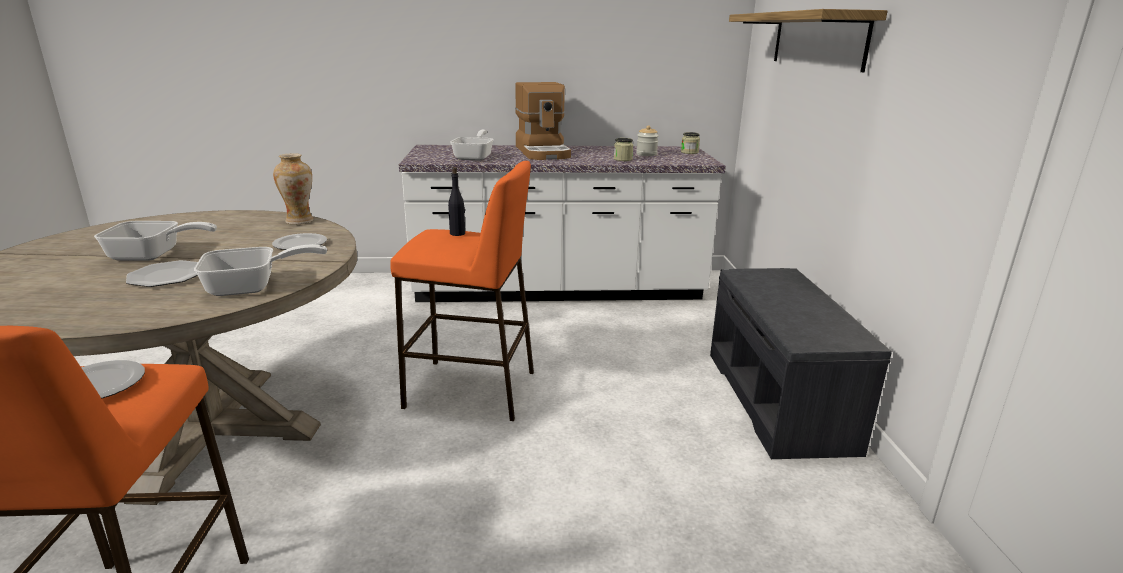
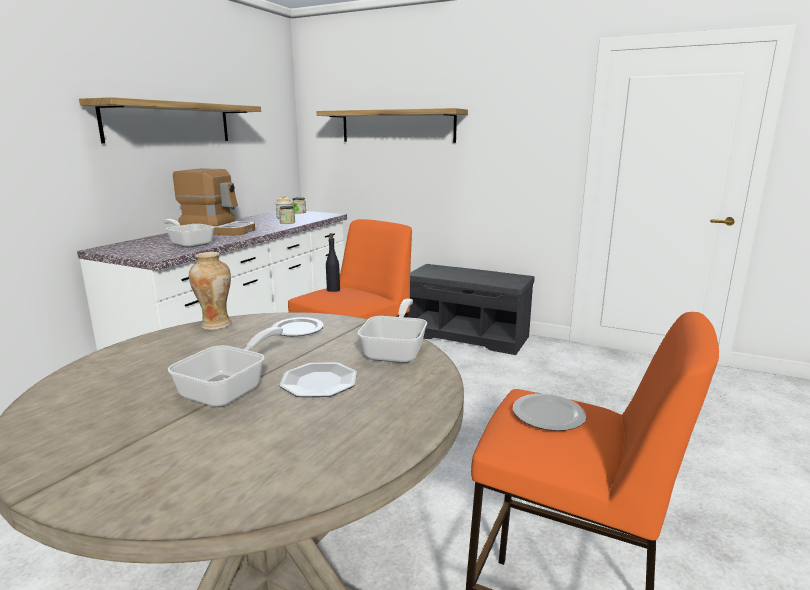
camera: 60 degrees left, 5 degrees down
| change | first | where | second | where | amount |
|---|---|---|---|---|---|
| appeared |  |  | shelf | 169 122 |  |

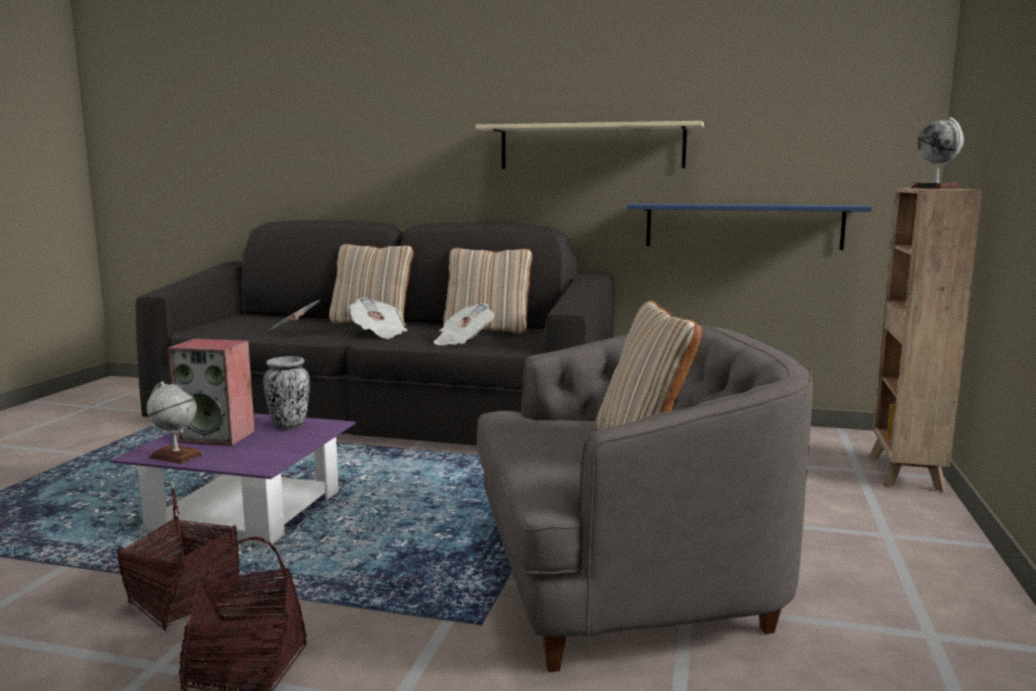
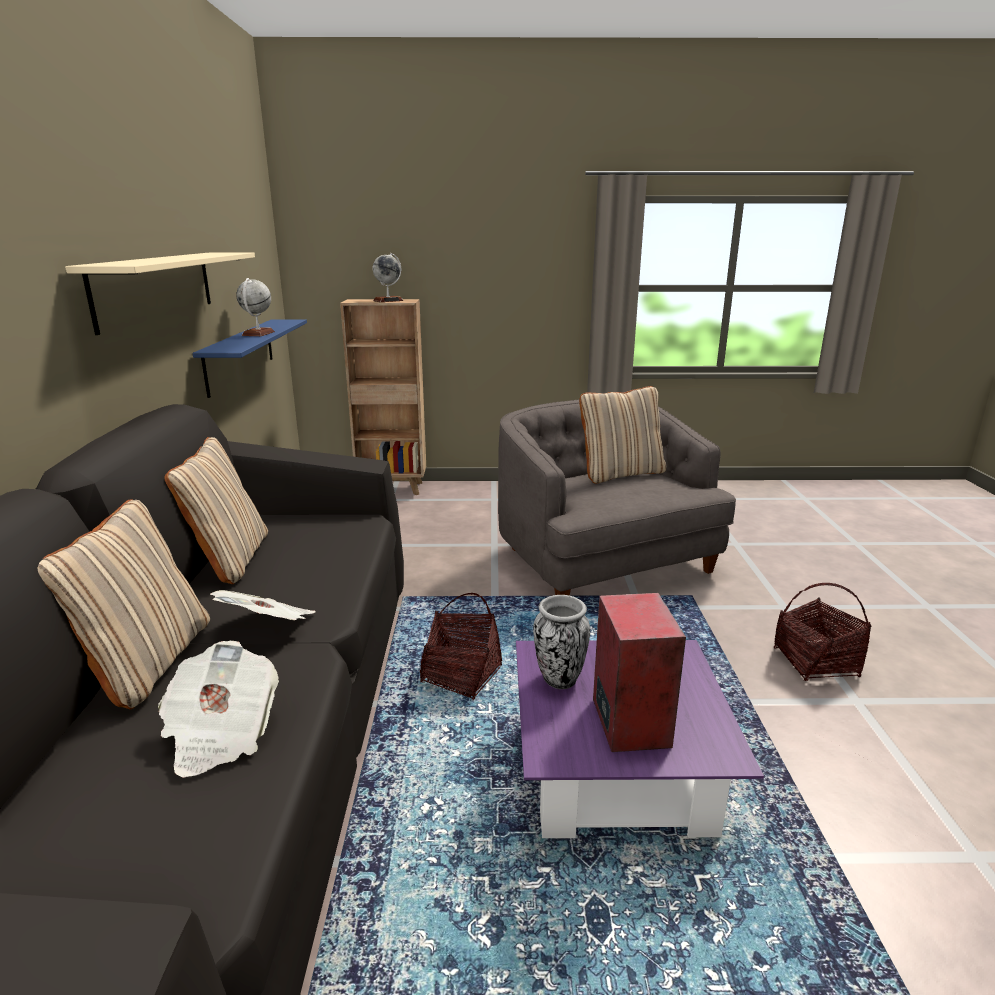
camera: 105 degrees left, 10 degrees up
| change | first | where | second | where | amount |
|---|---|---|---|---|---|
| relocated | basket | 184 601 |  | 461 675 |  |
| relocated | globe | 176 456 |  | 258 333 |  |
| missing | newspaper | 463 341 |  |  |  |

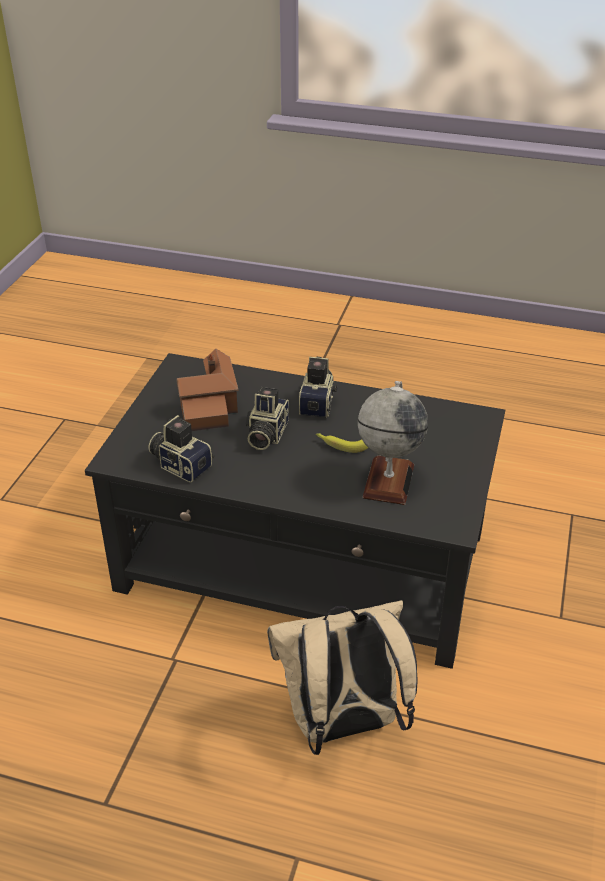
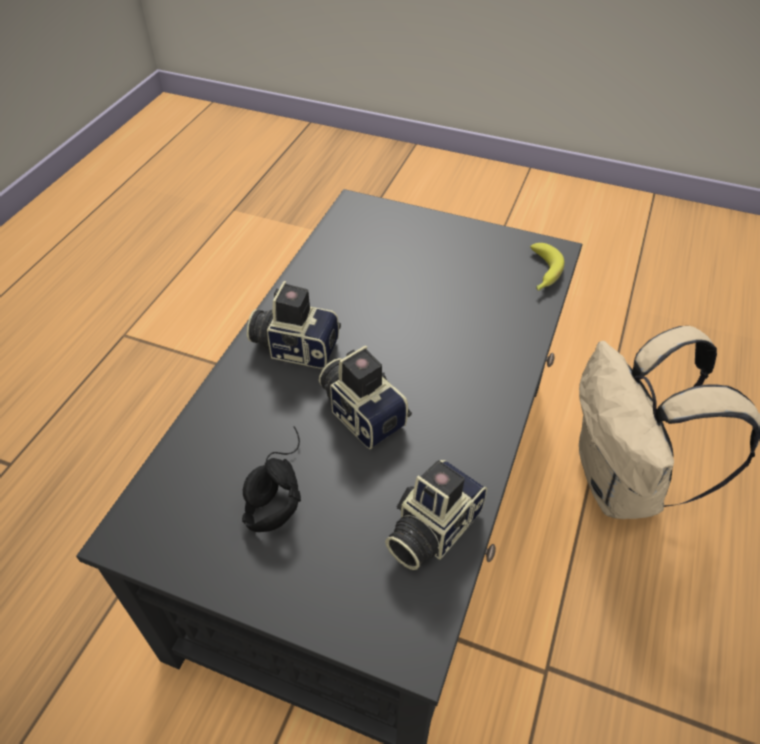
camera: 85 degrees left, 10 degrees up
| change | first | where | second | where | amount |
|---|---|---|---|---|---|
| exchanged | toy house | 209 406 | black headphones | 273 485 |  |
| spun | photo camera | 265 434 |  | 363 412 | 150 degrees counterclockwise |
| relocated | banana | 343 443 |  | 542 274 |  |
| missing | globe | 388 481 |  |  |  |

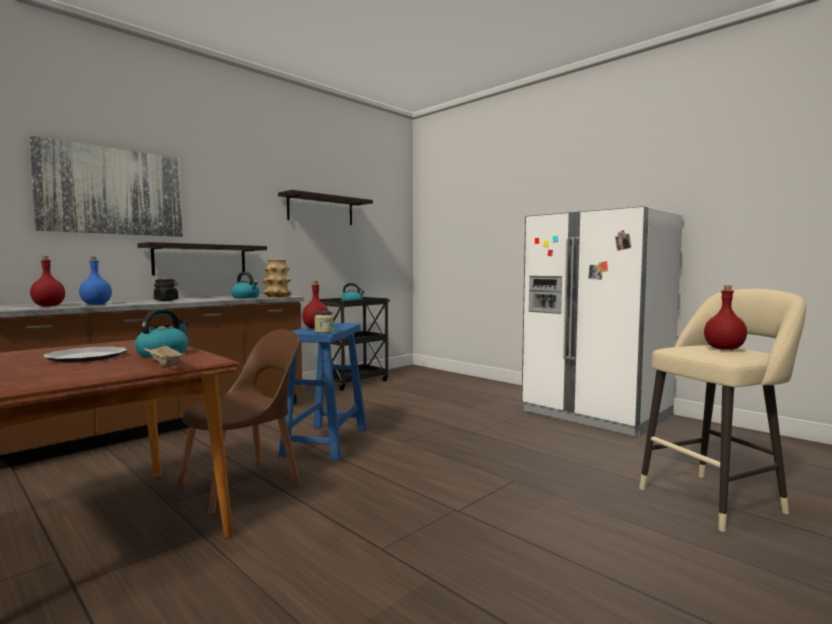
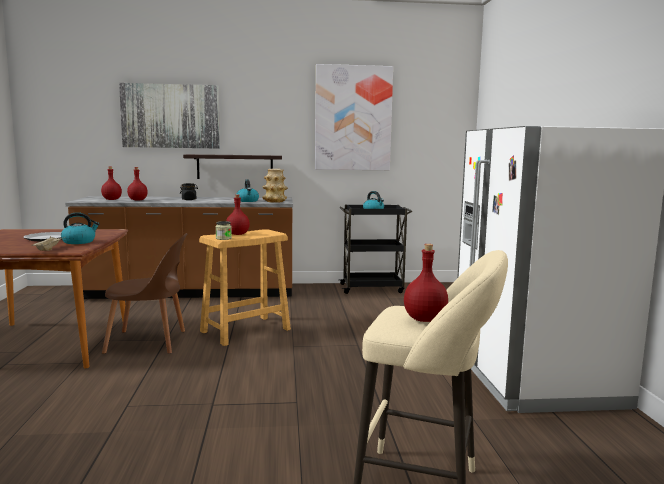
camera: 40 degrees right, 5 degrees up
| change | first | where | second | where | amount |
|---|---|---|---|---|---|
| colour | blue bottle | 96 304 | red bottle | 137 200 |  |
| exchanged | shelf | 320 210 | picture | 353 118 |  |
| colour | blue stool | 326 442 | beige stool | 246 330 |  |

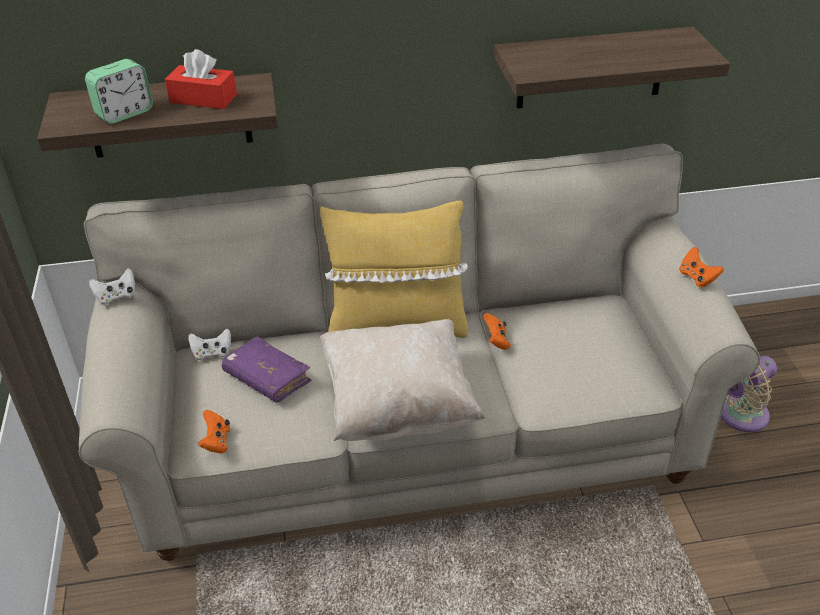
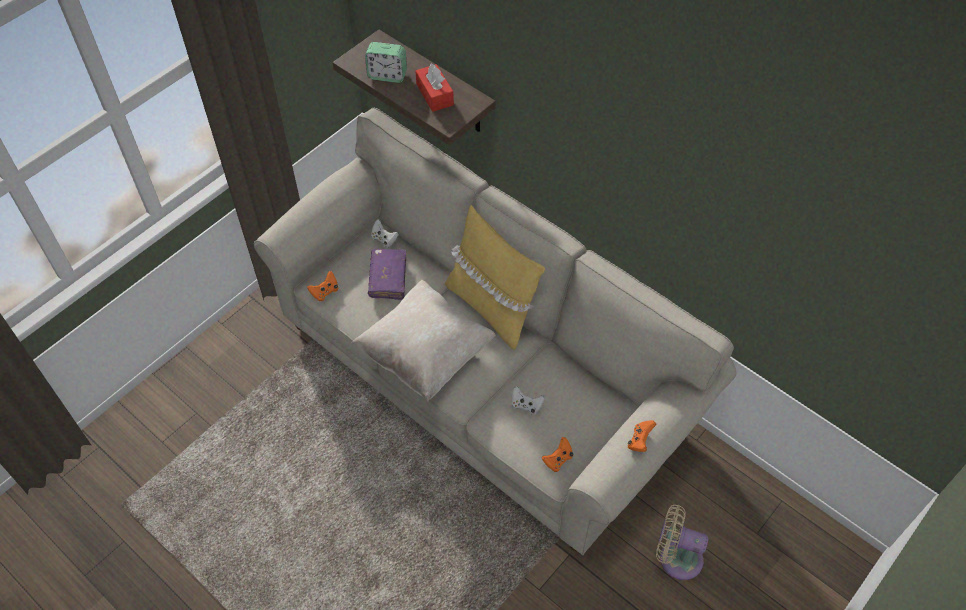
camera: 50 degrees right, 15 degrees up
| change | first | where | second | where | amount |
|---|---|---|---|---|---|
| relocated | white game controller | 117 297 |  | 526 405 |  |
| relocated | orange game controller | 496 341 |  | 558 460 |  |
| missing | shelf | 591 68 |  |  |  |

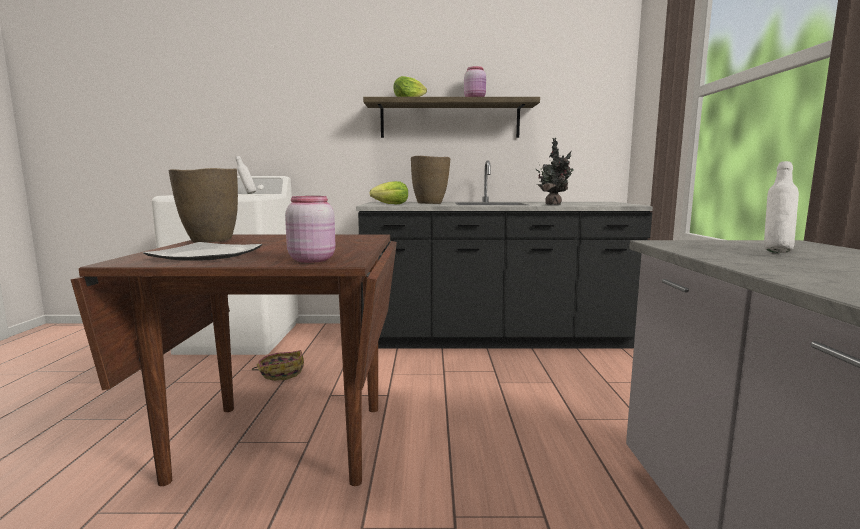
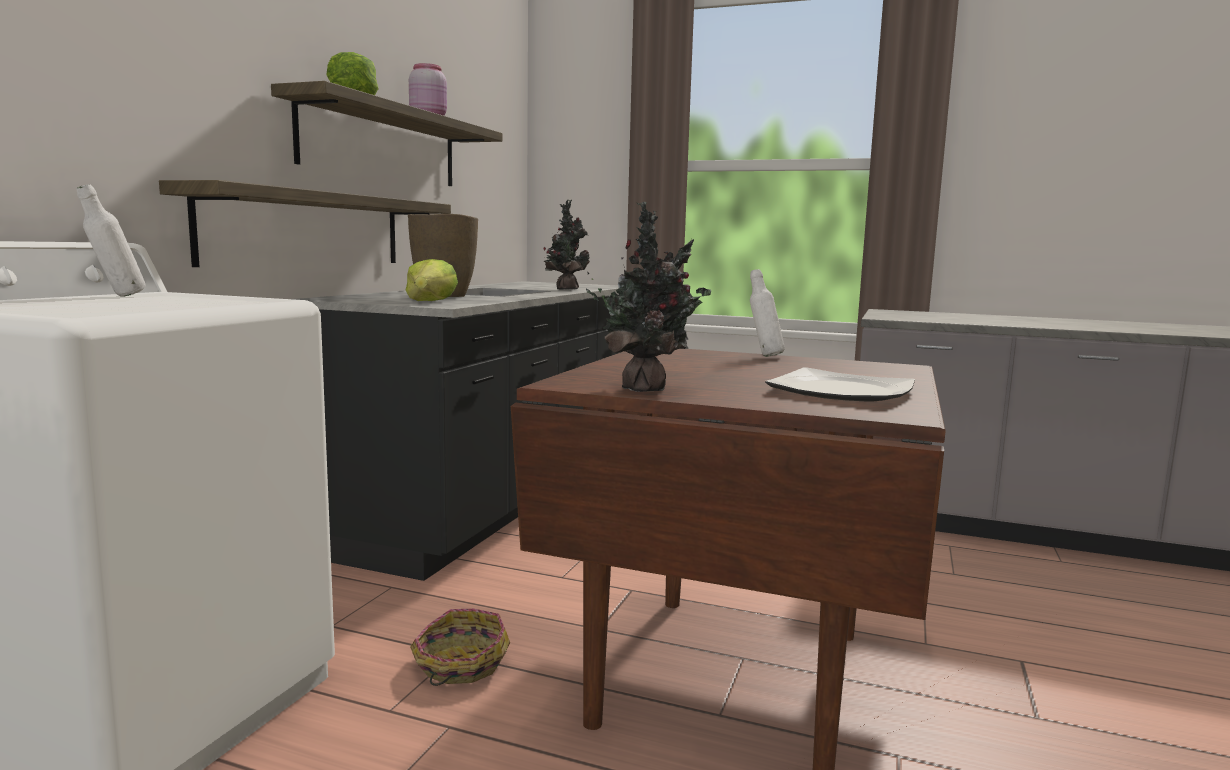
camera: 70 degrees left, 0 degrees up
| change | first | where | second | where | amount |
|---|---|---|---|---|---|
| exchanged | brown vase | 210 240 | potted plant | 646 389 |  |
| missing | pink jar | 311 260 |  |  |  |
| relocated | white bottle | 776 252 |  | 763 356 |  |
| appeared |  |  | shelf | 307 229 |  |

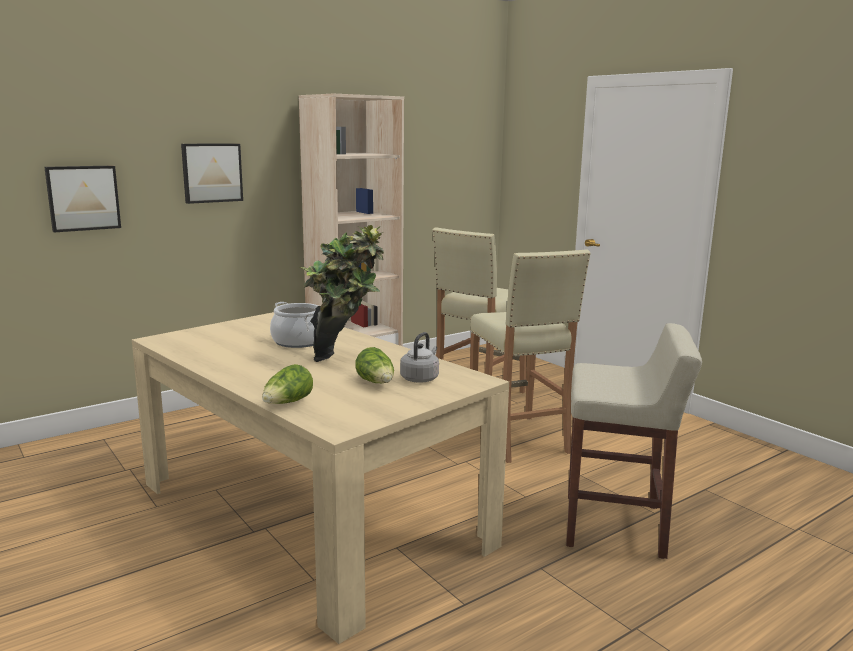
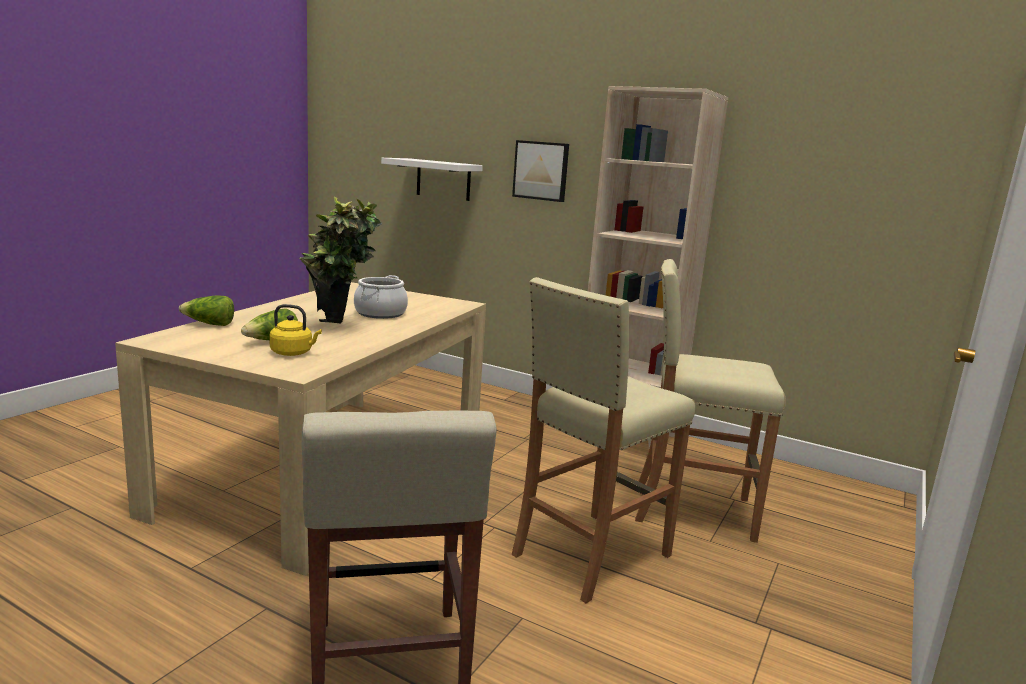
camera: 65 degrees right, 0 degrees up
| change | first | where | second | where | amount |
|---|---|---|---|---|---|
| exchanged | picture | 83 198 | white shelf | 443 179 |  |
| colour | grey kettle | 420 378 | yellow kettle | 293 353 |  |

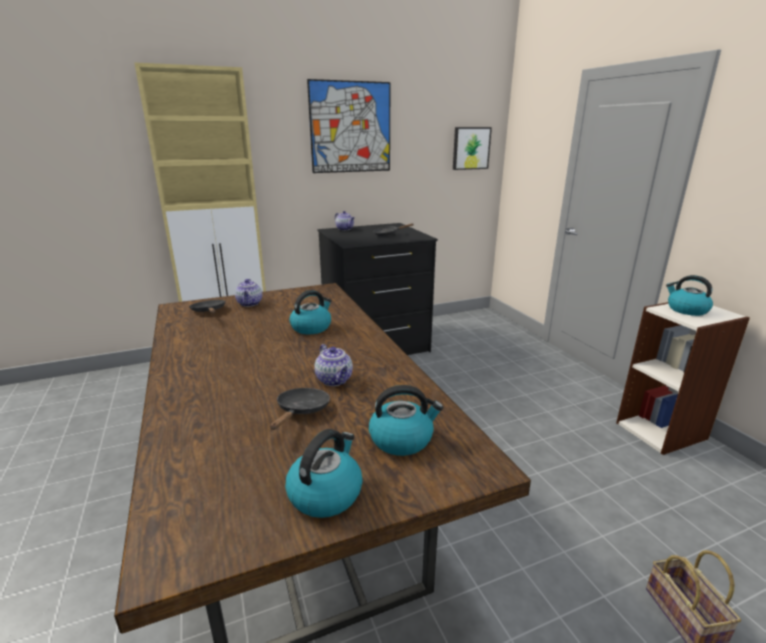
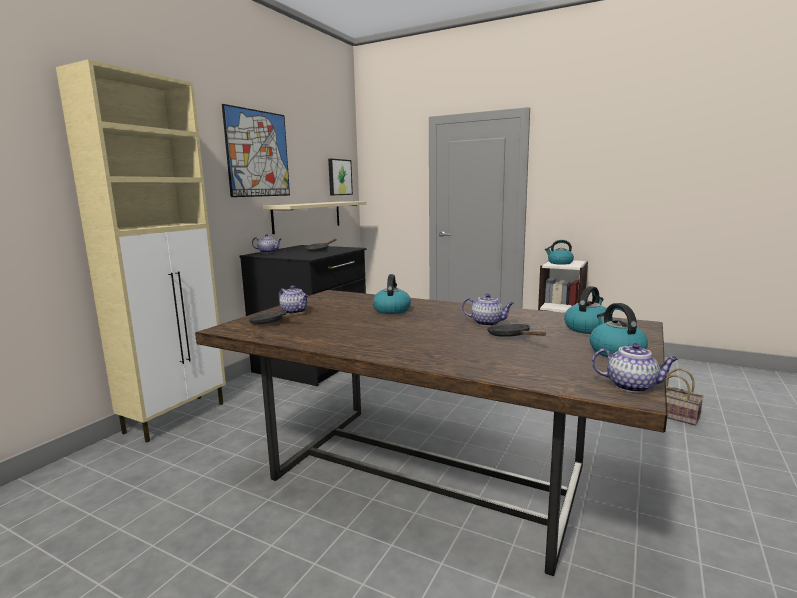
camera: 40 degrees left, 10 degrees down
| change | first | where | second | where | amount |
|---|---|---|---|---|---|
| appeared |  |  | beige shelf | 307 216 |  |
| appeared |  |  | teapot | 632 386 |  |

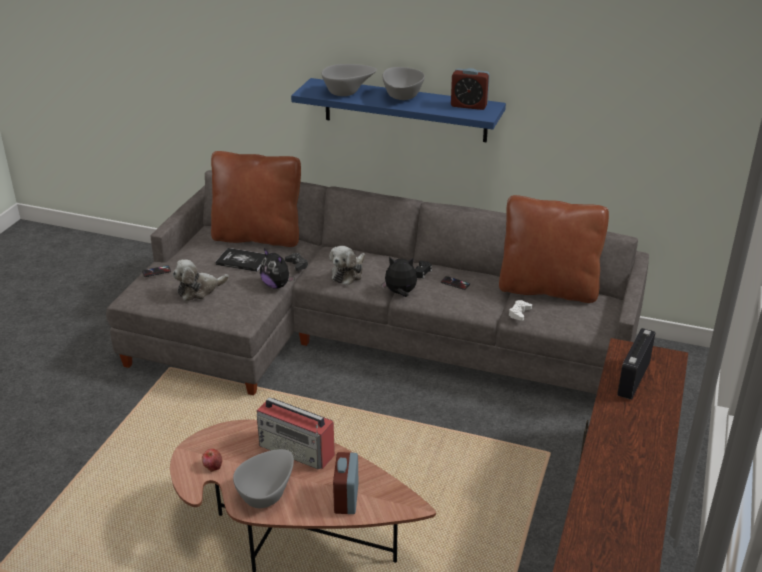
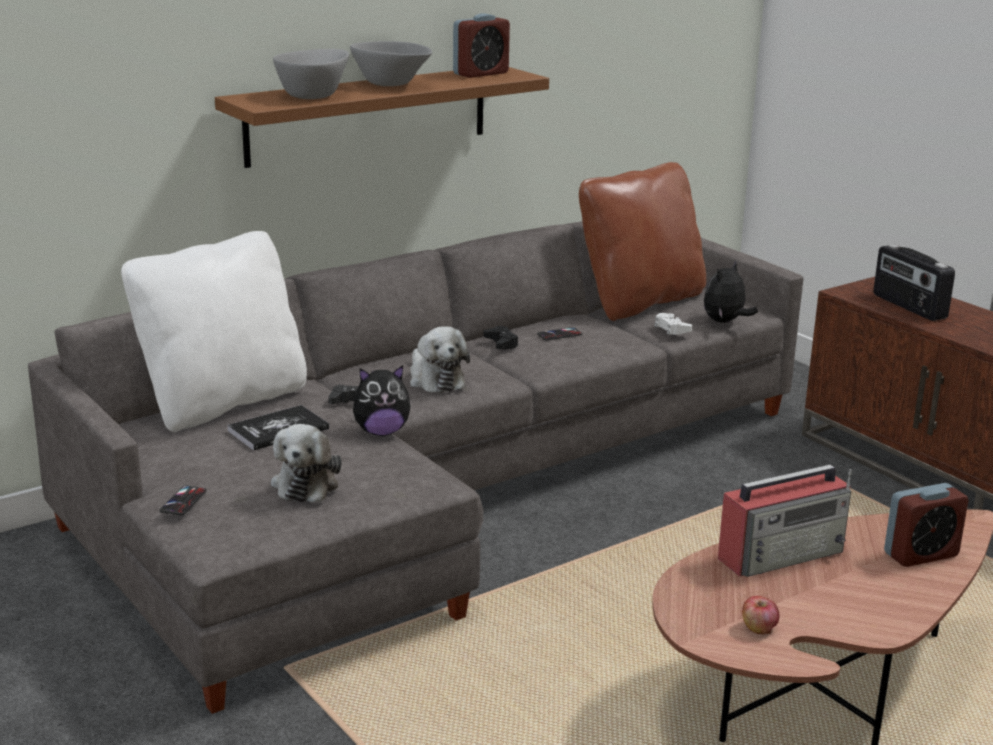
camera: 55 degrees left, 10 degrees down
| change | first | where | second | where | amount |
|---|---|---|---|---|---|
| colour | brown pillow | 258 237 | white pillow | 223 402 |  |
| missing | grey bowl | 266 494 |  |  |  |
| colour | blue shelf | 405 110 | brown shelf | 368 115 |  |
| spun | alarm clock | 346 499 |  | 921 554 | 60 degrees counterclockwise |
| relocated | plush toy | 400 293 |  | 725 322 |  |

